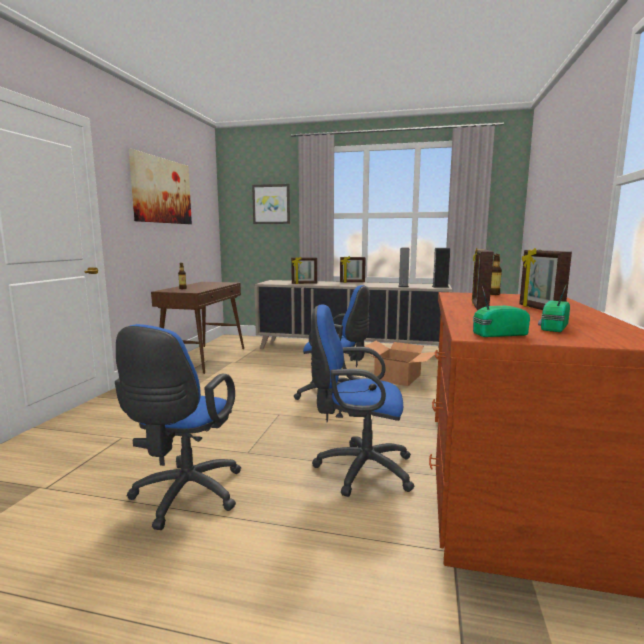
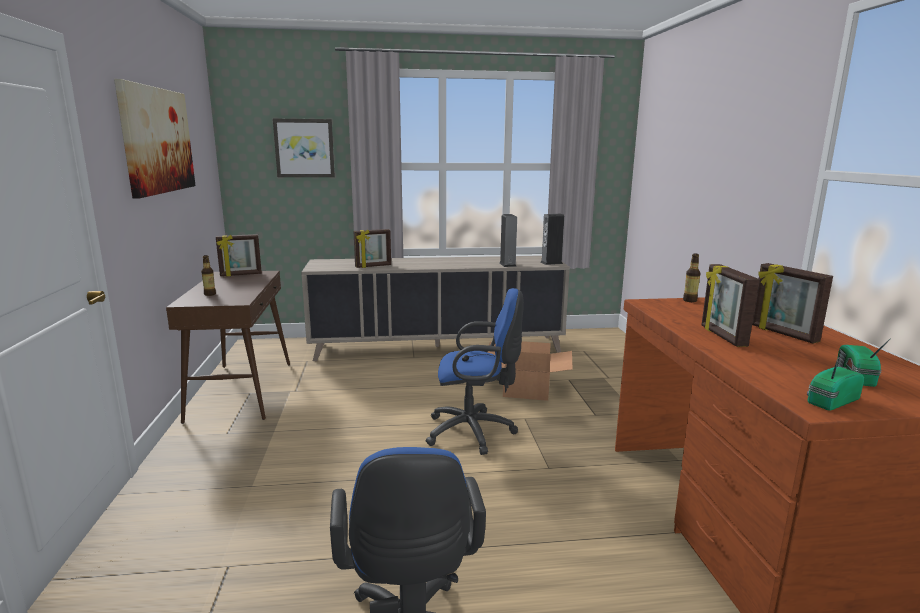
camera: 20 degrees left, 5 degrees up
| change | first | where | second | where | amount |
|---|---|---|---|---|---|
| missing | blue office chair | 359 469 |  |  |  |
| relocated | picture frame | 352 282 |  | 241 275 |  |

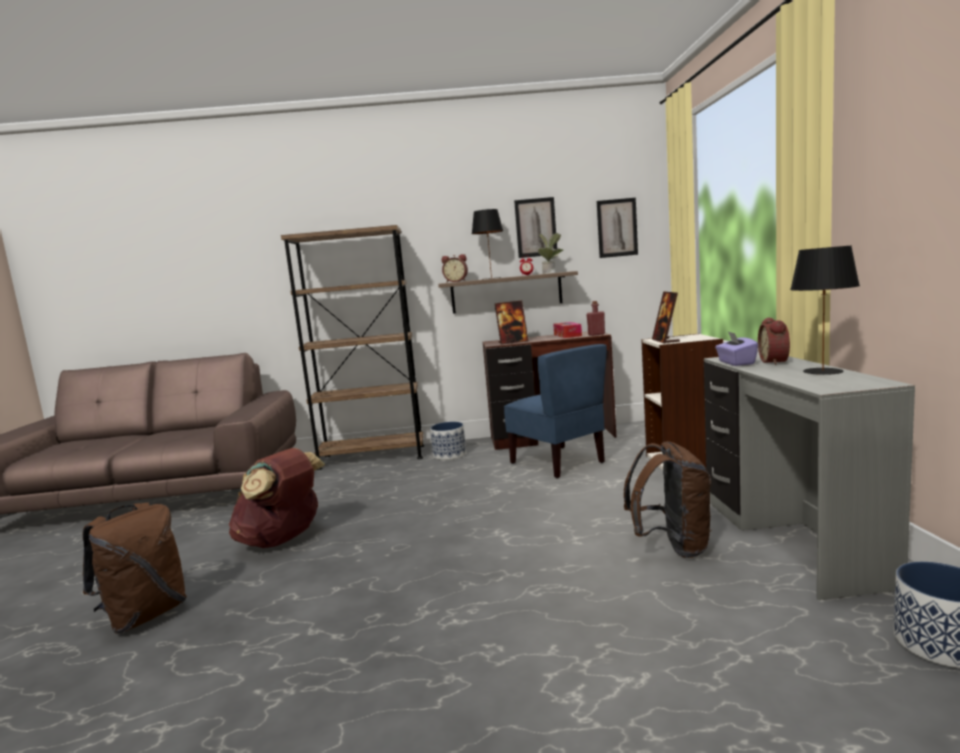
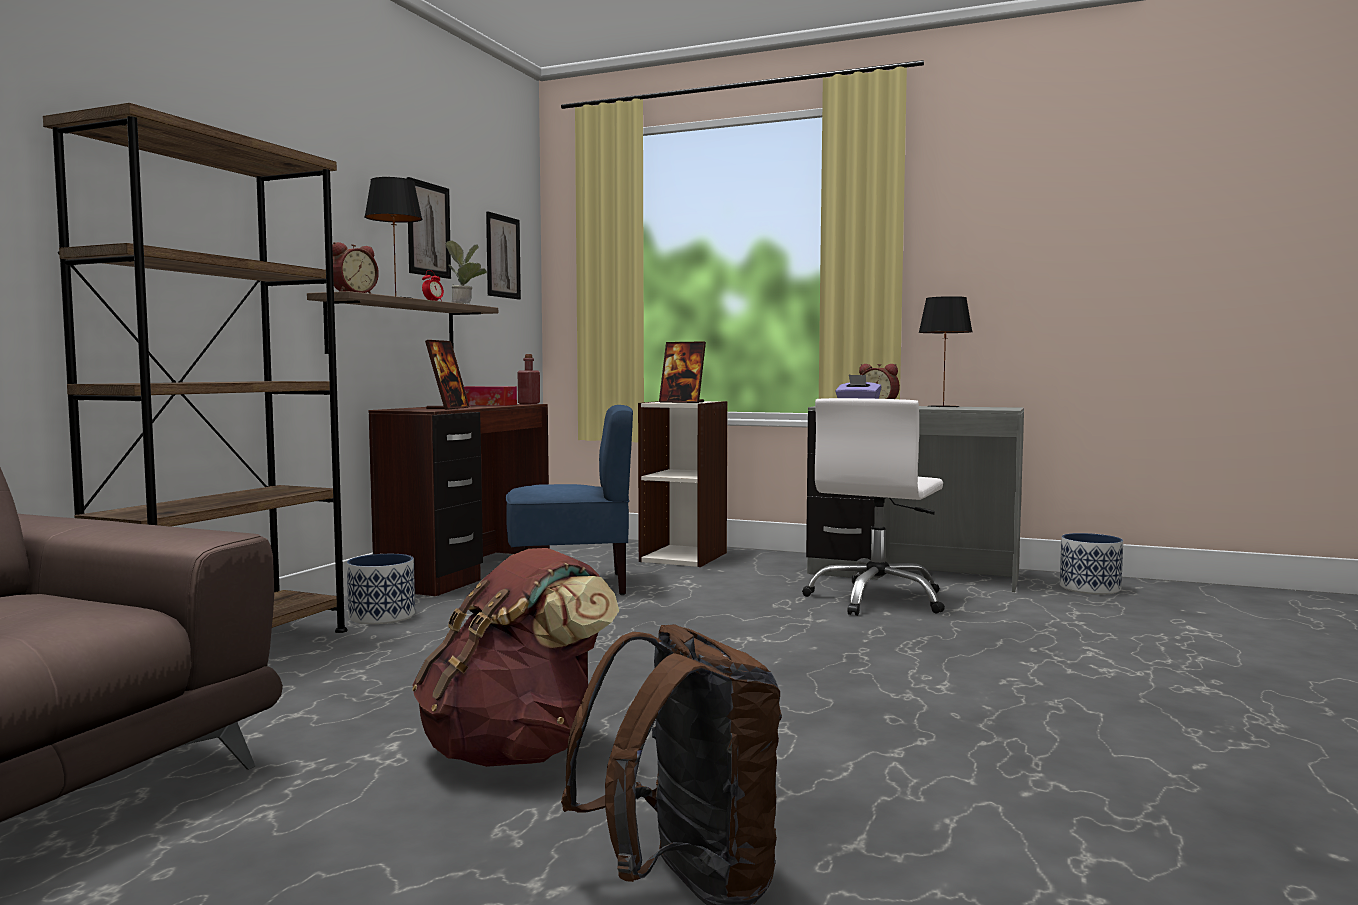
camera: 65 degrees left, 5 degrees down
| change | first | where | second | where | amount |
|---|---|---|---|---|---|
| exchanged | brown backpack | 672 546 | white office chair | 877 599 |  |

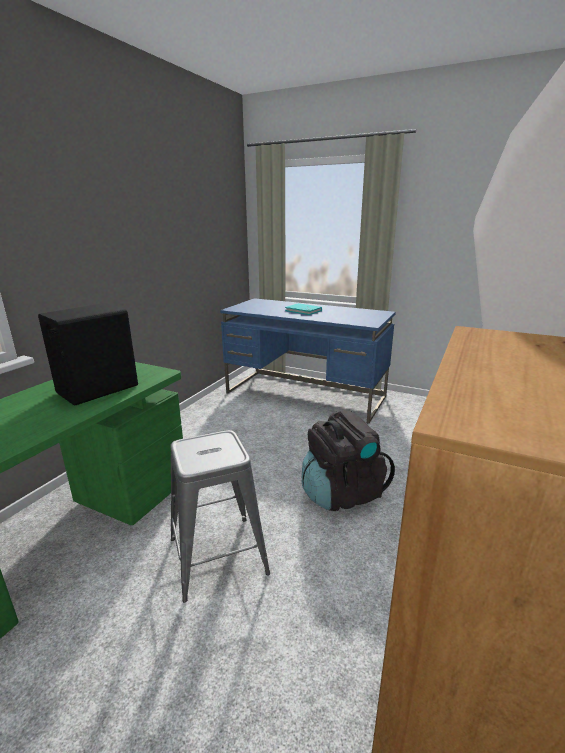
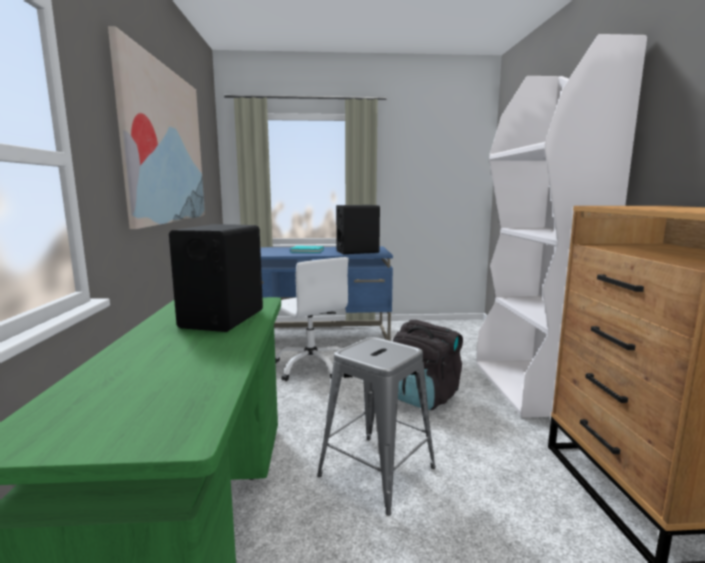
camera: 30 degrees left, 10 degrees down
| change | first | where | second | where | amount |
|---|---|---|---|---|---|
| appeared |  |  | picture | 165 145 |  |
| appeared |  |  | white office chair | 311 366 |  |
| appeared |  |  | black speaker | 357 251 |  |

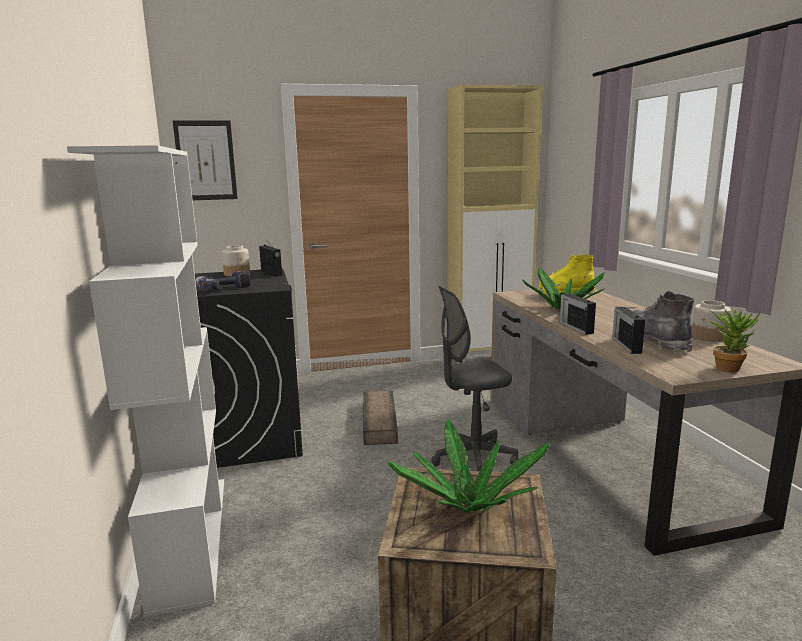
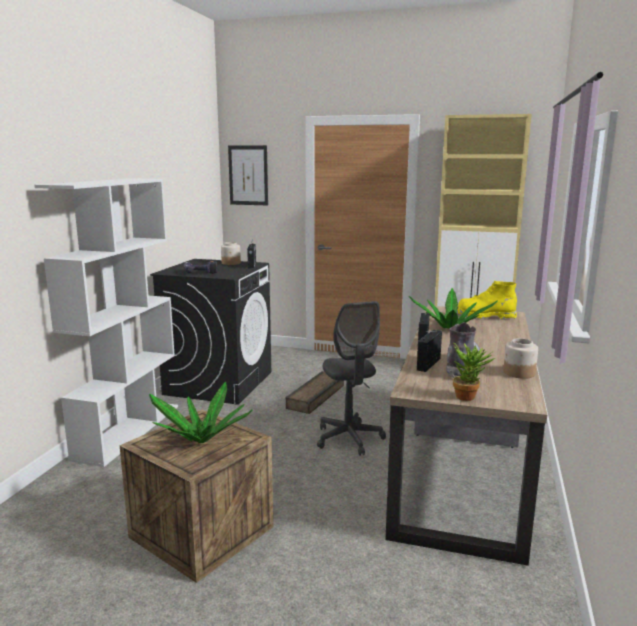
camera: 30 degrees right, 0 degrees up
| change | first | where | second | where | amount |
|---|---|---|---|---|---|
| spun | grey office chair | 473 458 |  | 349 438 | 120 degrees counterclockwise |

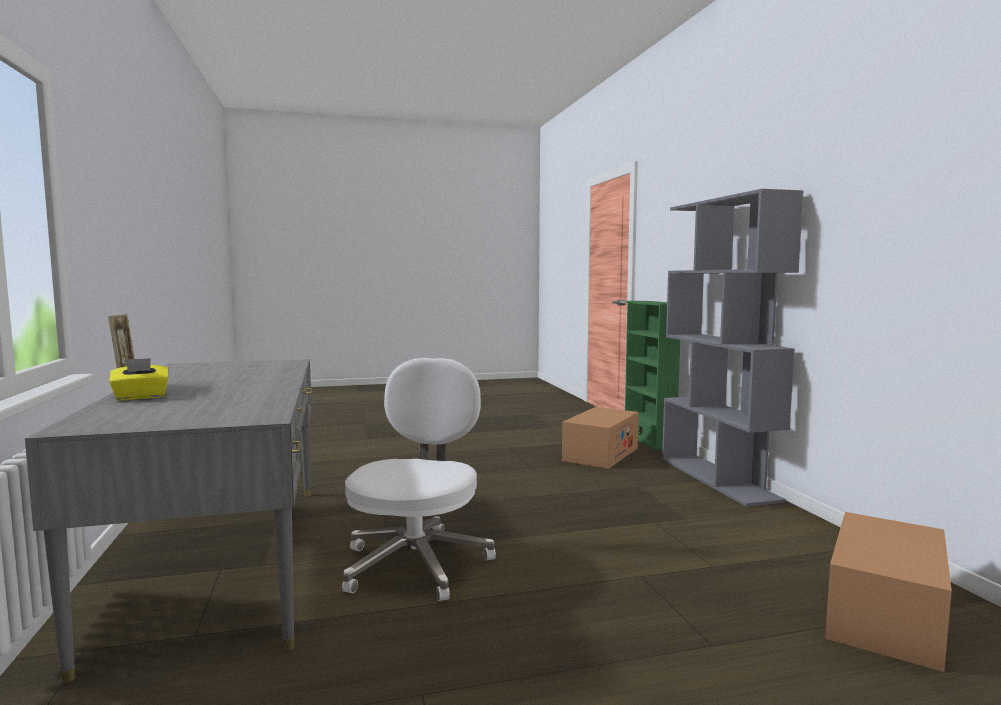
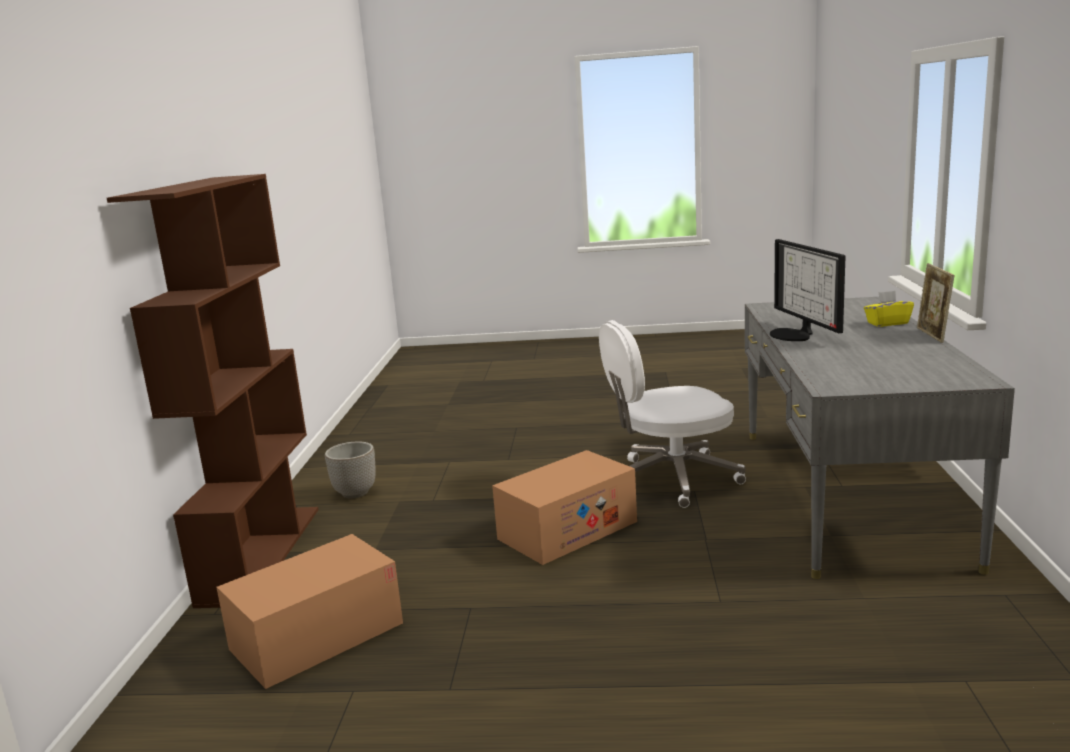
camera: 160 degrees left, 10 degrees up
| change | first | where | second | where | amount |
|---|---|---|---|---|---|
| spun | white office chair | 417 562 |  | 671 479 | 45 degrees clockwise |
| missing | green bookcase | 648 440 |  |  |  |
| colour | grey bookcase | 718 479 | brown bookcase | 261 553 |  |
| relocated | cardboard box | 885 615 |  | 567 530 |  |
| appeared |  |  | planter | 355 493 |  |
| appeared |  |  | monitor | 795 334 |  |

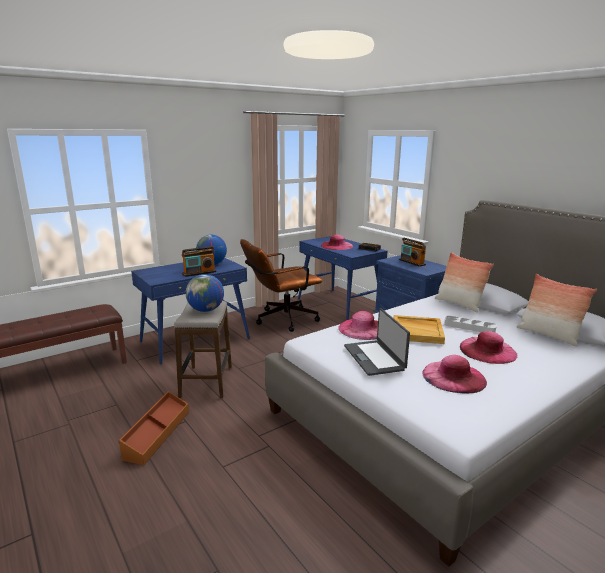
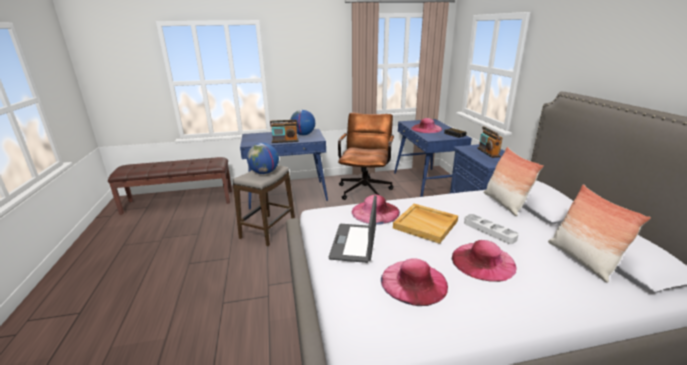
camera: 25 degrees right, 5 degrees up
| change | first | where | second | where | amount |
|---|---|---|---|---|---|
| missing | brown storage box | 157 434 |  |  |  |
| spun | brown office chair | 281 320 |  | 365 189 | 105 degrees clockwise |

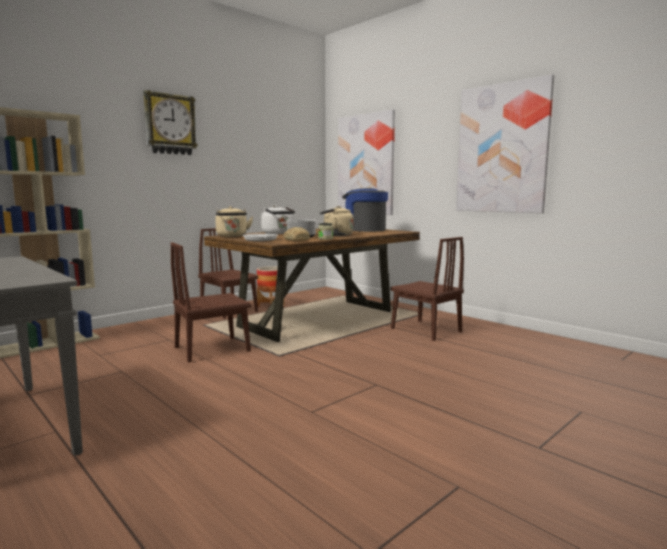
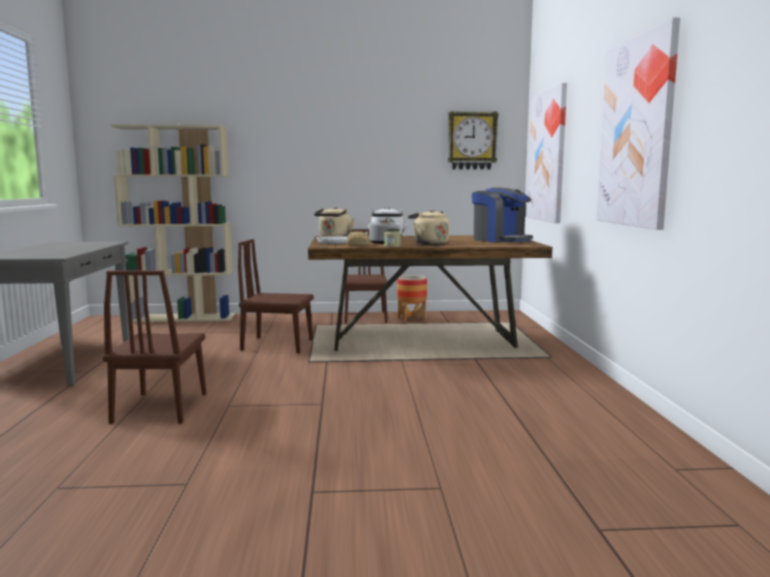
camera: 40 degrees right, 0 degrees up
| change | first | where | second | where | amount |
|---|---|---|---|---|---|
| relocated | wall clock | 170 124 |  | 472 141 |  |
| spun | coffee machine | 363 230 |  | 500 240 | 150 degrees clockwise |
| relocated | brown chair | 425 330 |  | 160 407 |  |

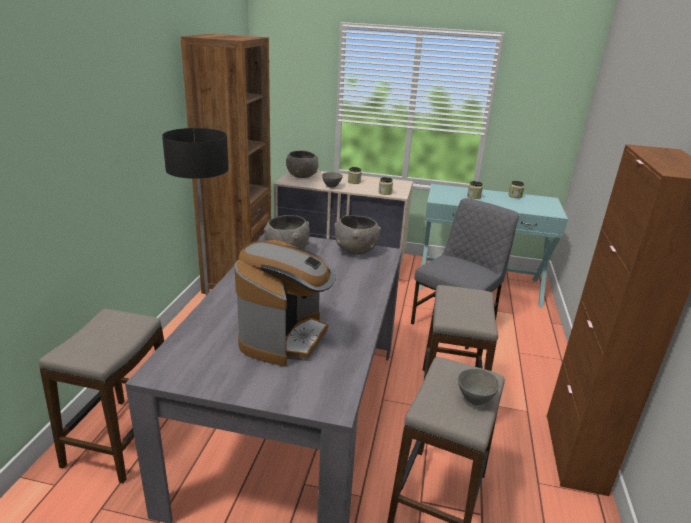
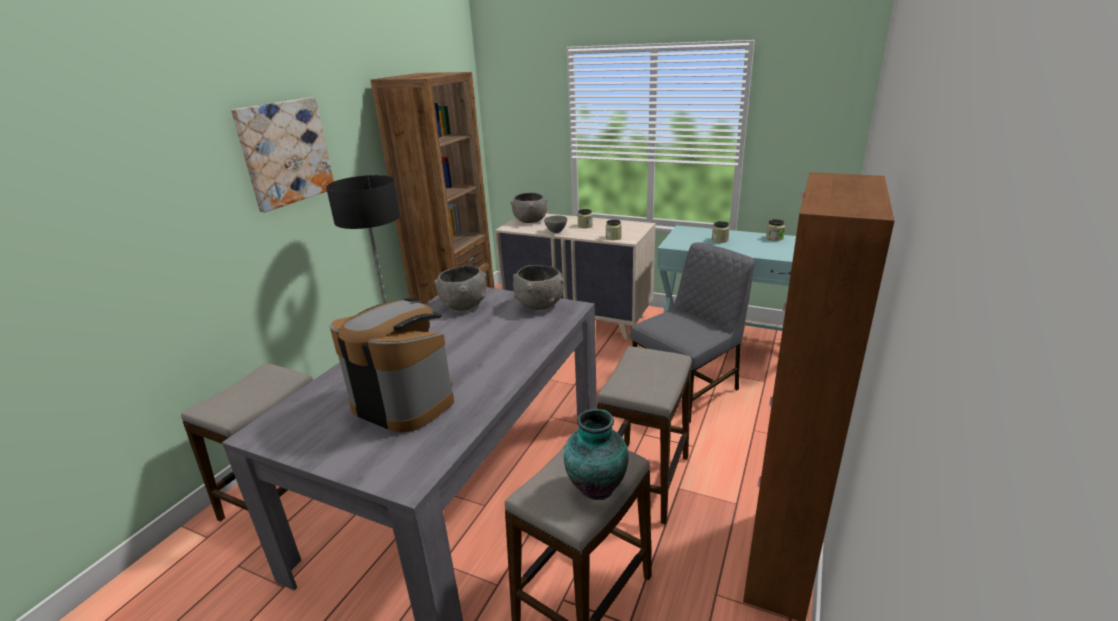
camera: 15 degrees right, 0 degrees up
| change | first | where | second | where | amount |
|---|---|---|---|---|---|
| spun | coffee machine | 285 337 |  | 404 401 | 90 degrees counterclockwise |
| exchanged | grey bowl | 474 399 | vase | 596 486 |  |
| appeared |  |  | picture | 285 152 |  |

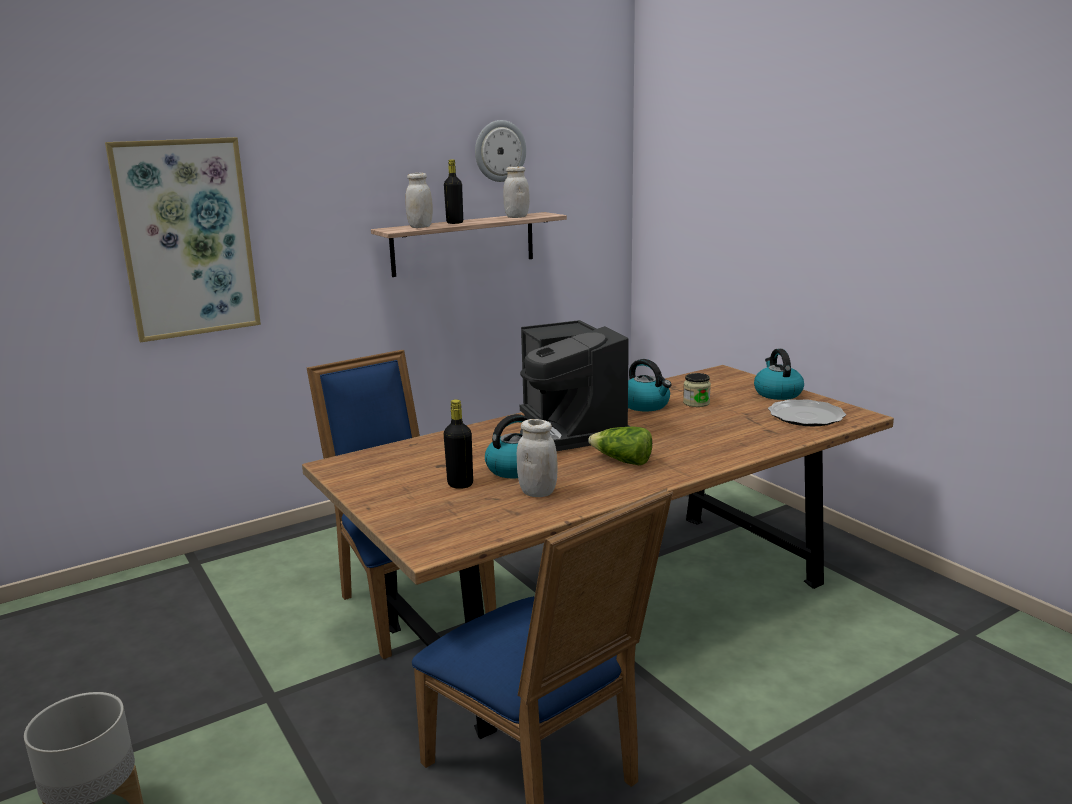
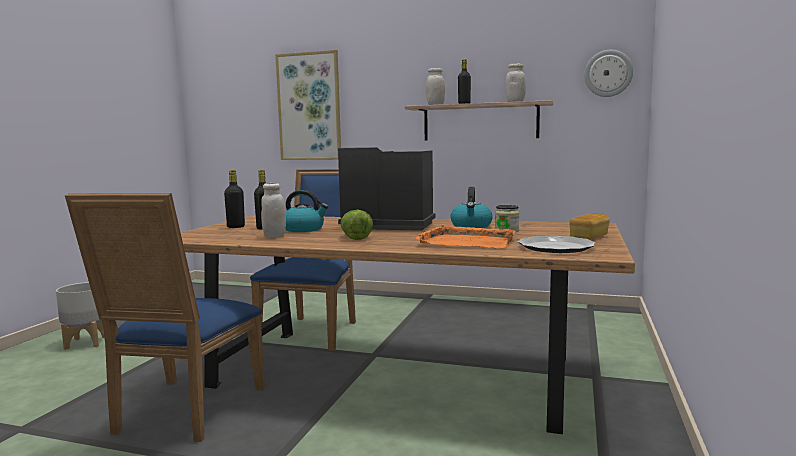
camera: 50 degrees right, 10 degrees down
| change | first | where | second | where | amount |
|---|---|---|---|---|---|
| relocated | wall clock | 499 151 |  | 608 73 |  |
| spun | coffee machine | 570 430 |  | 386 226 | 75 degrees clockwise |
| exchanged | kettle | 777 393 | bread | 589 237 |  |
| appeared |  |  | black bottle | 236 227 |  |
| appeared |  |  | orange tray | 466 242 |  |

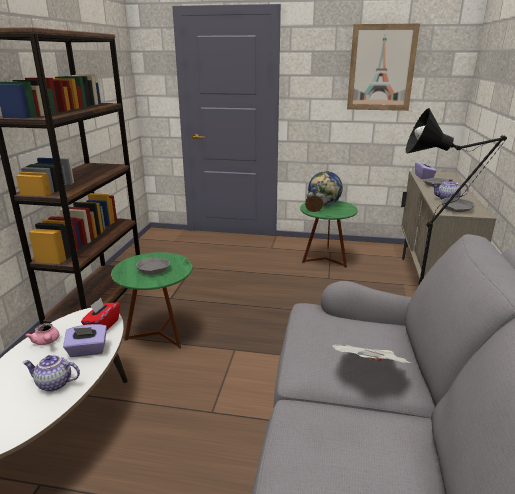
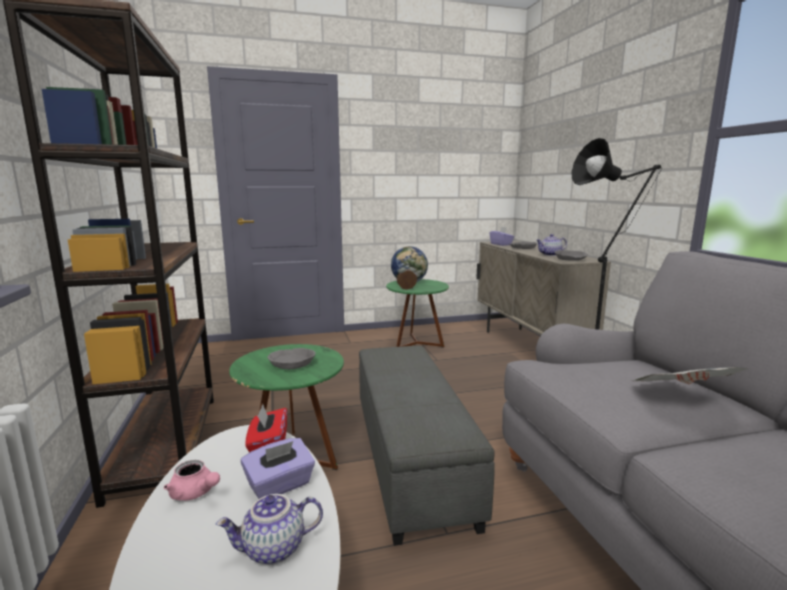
camera: 25 degrees left, 10 degrees down
| change | first | where | second | where | amount |
|---|---|---|---|---|---|
| missing | picture | 381 68 |  |  |  |
| appeared |  |  | grey ottoman | 412 458 |  |

